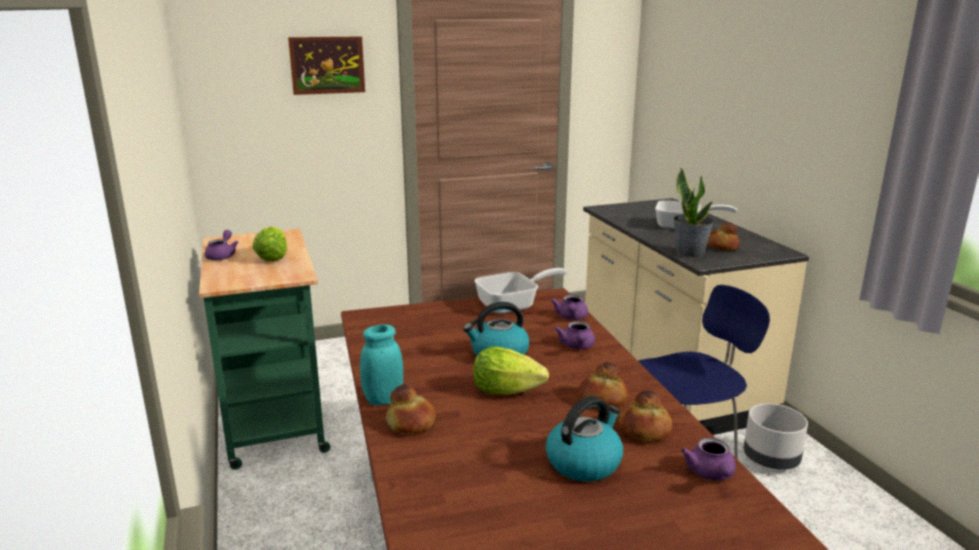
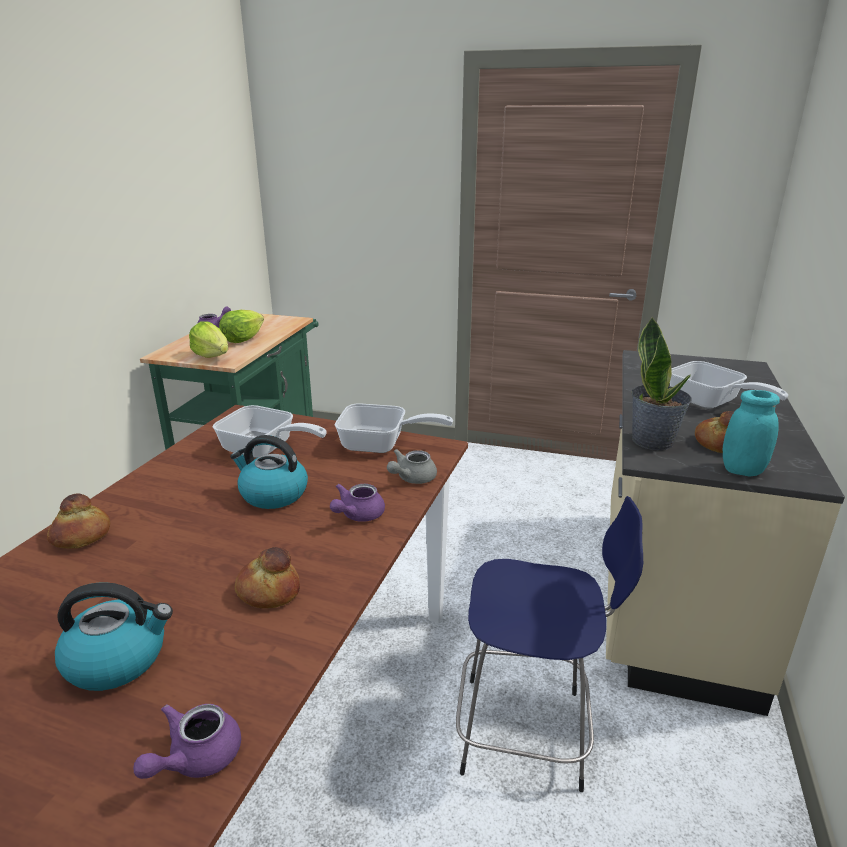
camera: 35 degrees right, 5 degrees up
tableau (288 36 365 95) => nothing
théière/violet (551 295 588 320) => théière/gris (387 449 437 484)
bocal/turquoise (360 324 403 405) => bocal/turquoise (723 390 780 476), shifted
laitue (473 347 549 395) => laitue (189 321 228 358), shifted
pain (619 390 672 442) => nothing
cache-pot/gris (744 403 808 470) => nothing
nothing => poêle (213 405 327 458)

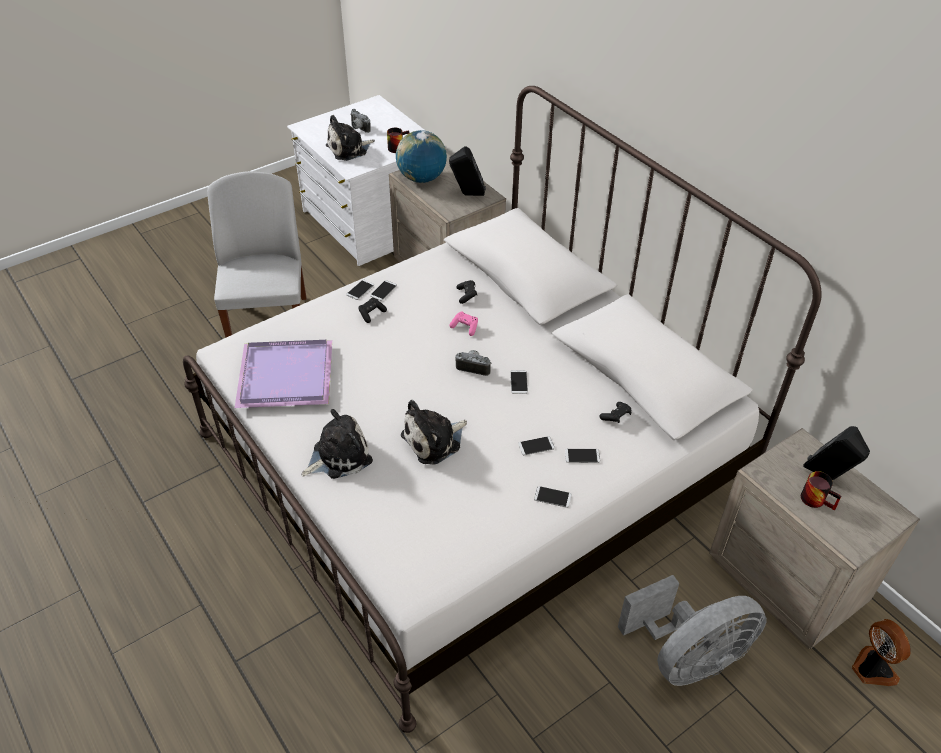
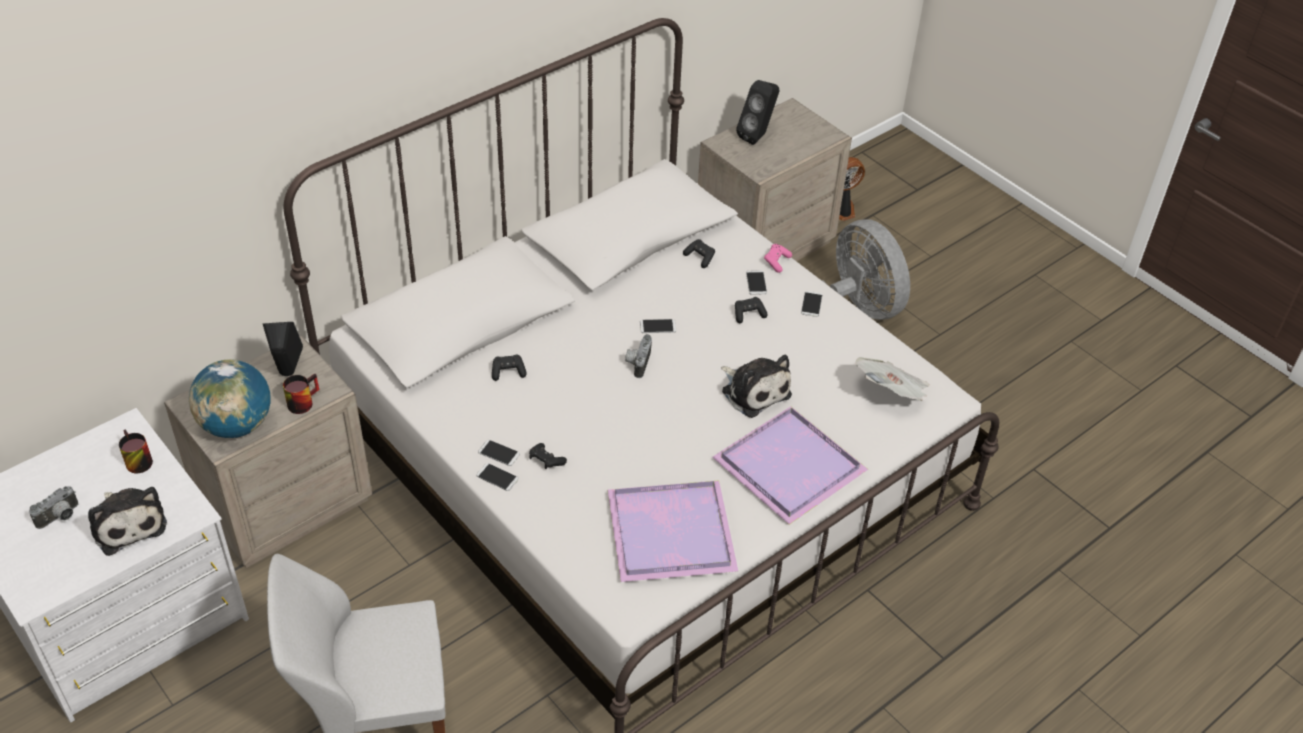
camera: 95 degrees left, 0 degrees up
manette/rose (449 311 478 336) => manette/rose (764 244 792 273), shifted
peluche (302 409 373 479) => plateau/violet (712 406 868 525)
téléphone (518 436 555 456) => manette/noir (735 297 767 324)
mug (801 471 842 510) => mug (283 373 319 414), shifted
nothing => journal (855 357 929 401)

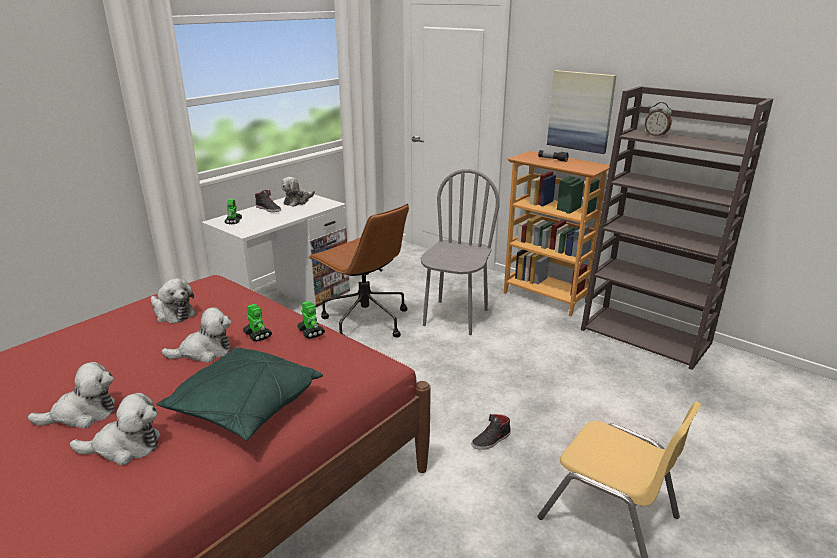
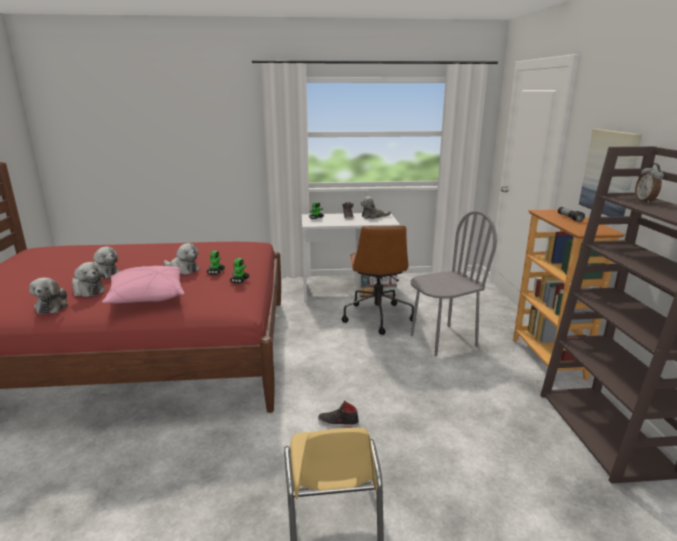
camera: 45 degrees right, 5 degrees down
peluche (151 278 196 323) => peluche (29 278 68 314), shifted
coussin/vert (156 347 323 441) => coussin/rose (102 266 184 303)

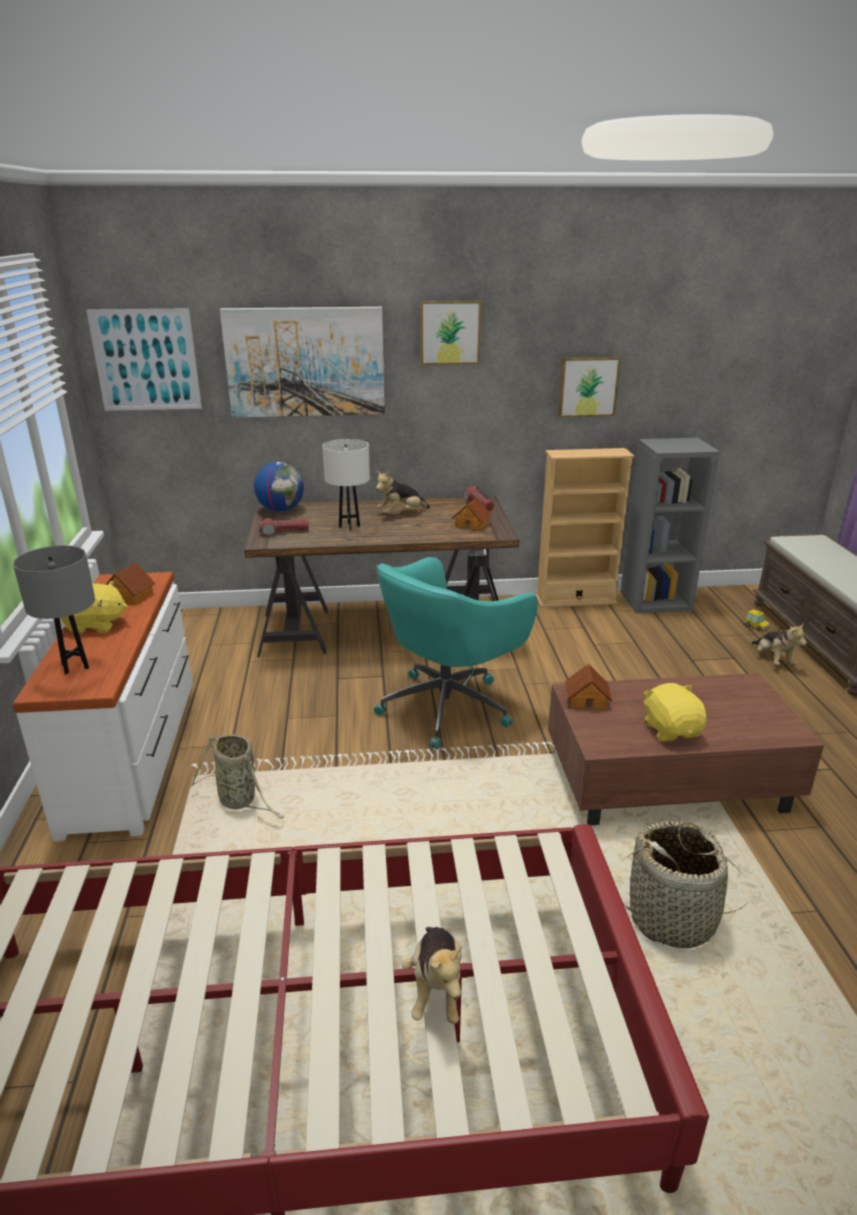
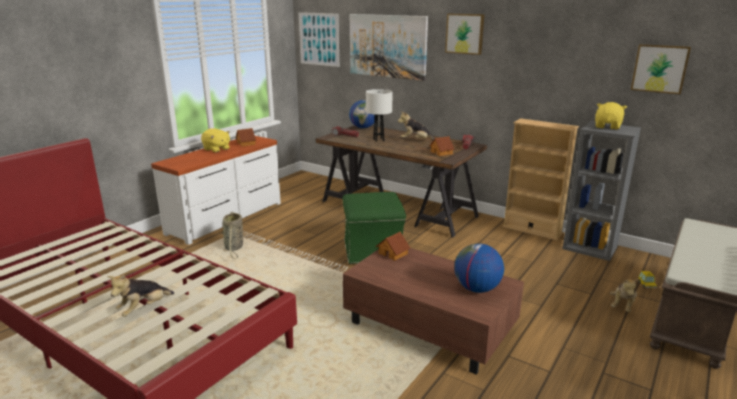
camera: 40 degrees right, 5 degrees down
tableau (558 357 621 417) => tableau (631 44 691 94), shifted
lampe de table/gris (13 545 95 675) => nothing
chaise de bureau/turquoise (374 557 538 750) => pouf/vert (343 192 406 264)
peluche/jaune (643 683 707 742) => peluche/jaune (595 102 627 130), shifted
panier (623 821 749 948) => nothing
nothing => globe (454 243 504 293)

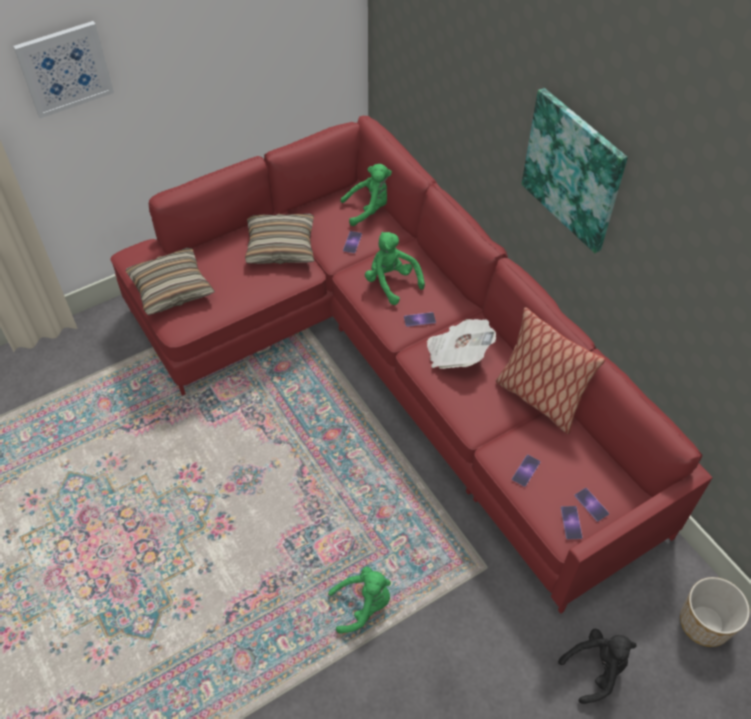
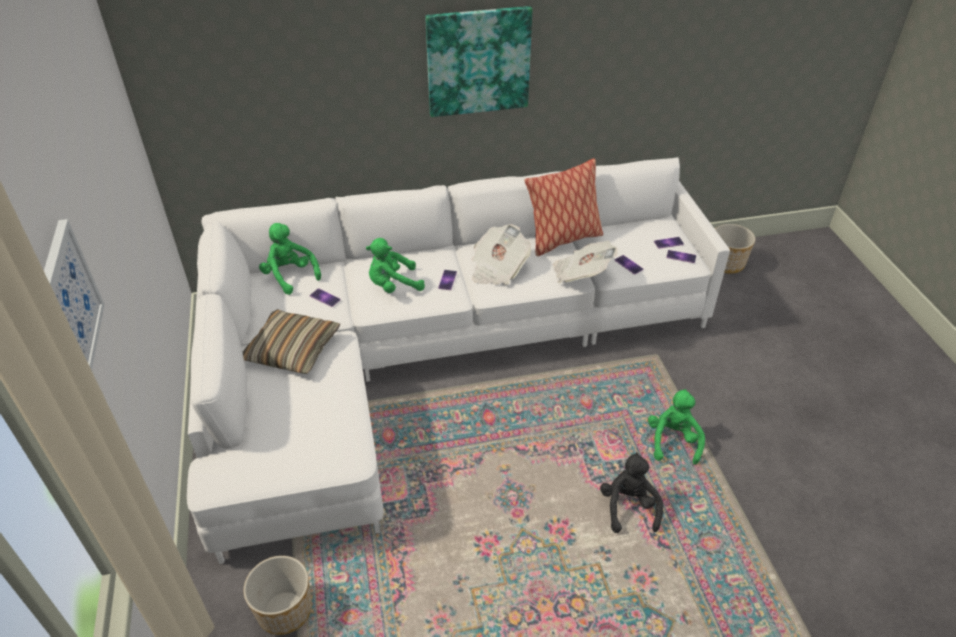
camera: 70 degrees left, 10 degrees down
canapé/rouge (110 115 712 614) => canapé/blanc (187 157 730 564)
peluche/vert (340 164 392 226) => peluche/vert (259 223 321 295), 45 degrees counterclockwise
coussin (126 248 215 315) => nothing
peluche/noir (558 629 636 704) => peluche/noir (600 452 663 533), shifted
nothing => journal (553 241 617 283)
nothing => cache-pot (243 556 312 635)

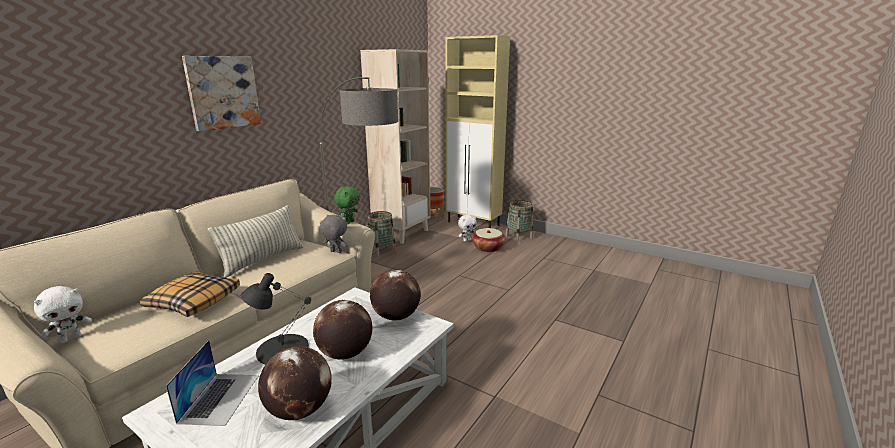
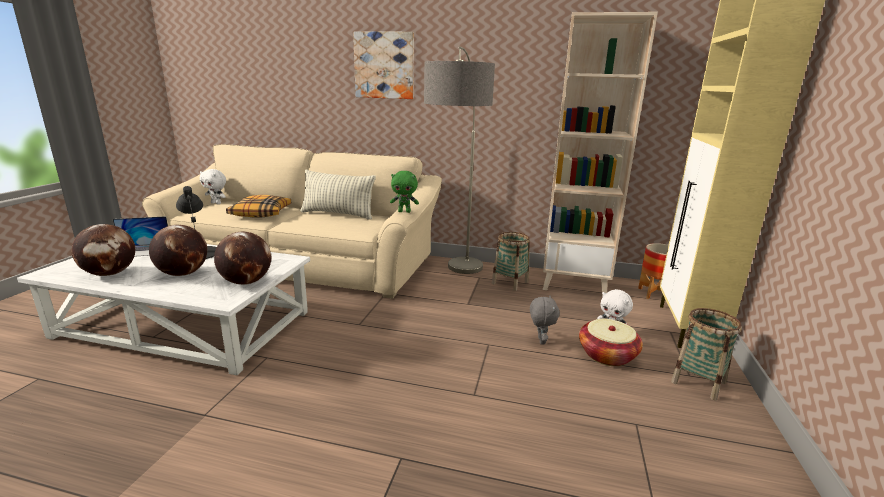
camera: 70 degrees right, 0 degrees up
peluche/gris (320 215 348 253) => peluche/gris (530 296 560 345), shifted

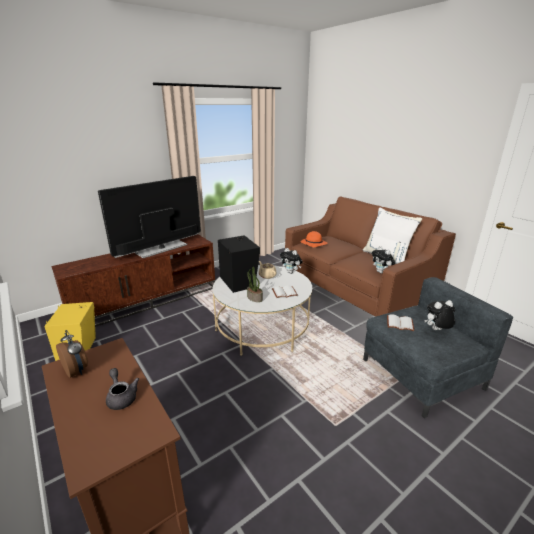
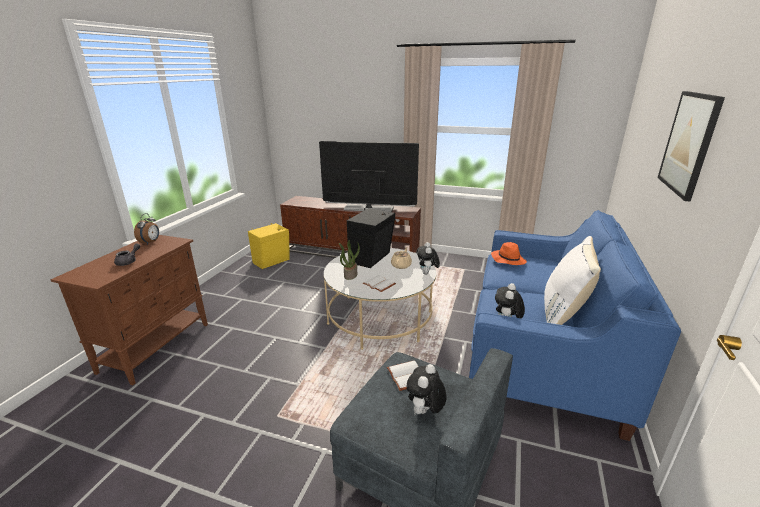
camera: 55 degrees right, 0 degrees up
canapé/marron (285 197 456 317) => canapé/bleu (469 210 681 441)
peluche (424 300 455 330) => peluche (407 364 447 414), 105 degrees counterclockwise
nothing => tableau (657 91 725 202)

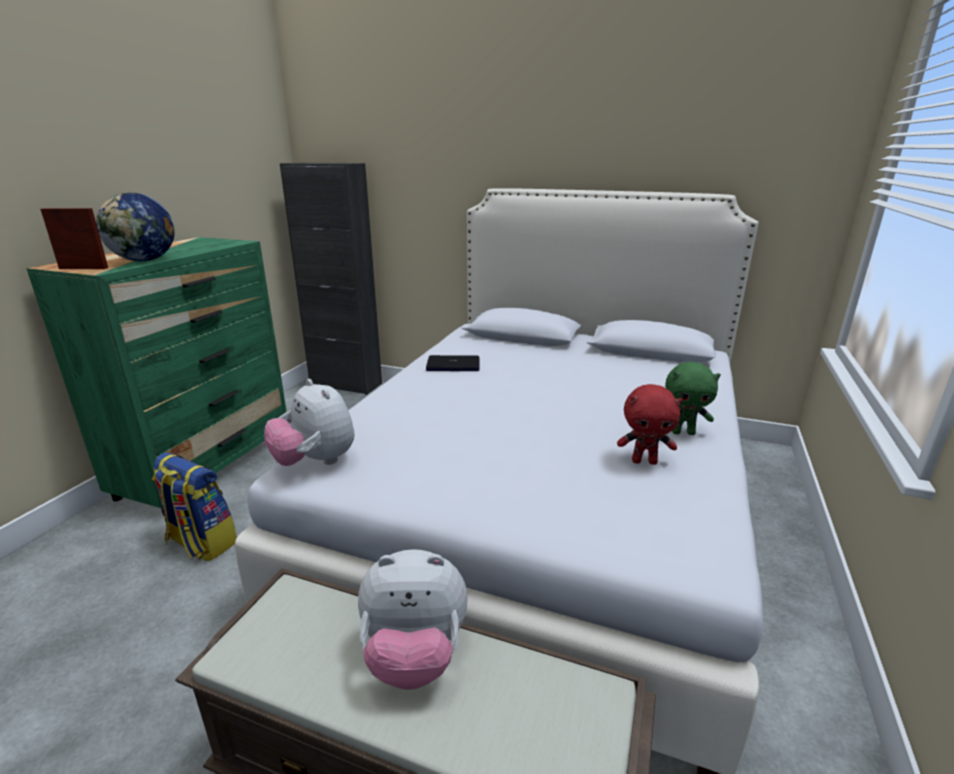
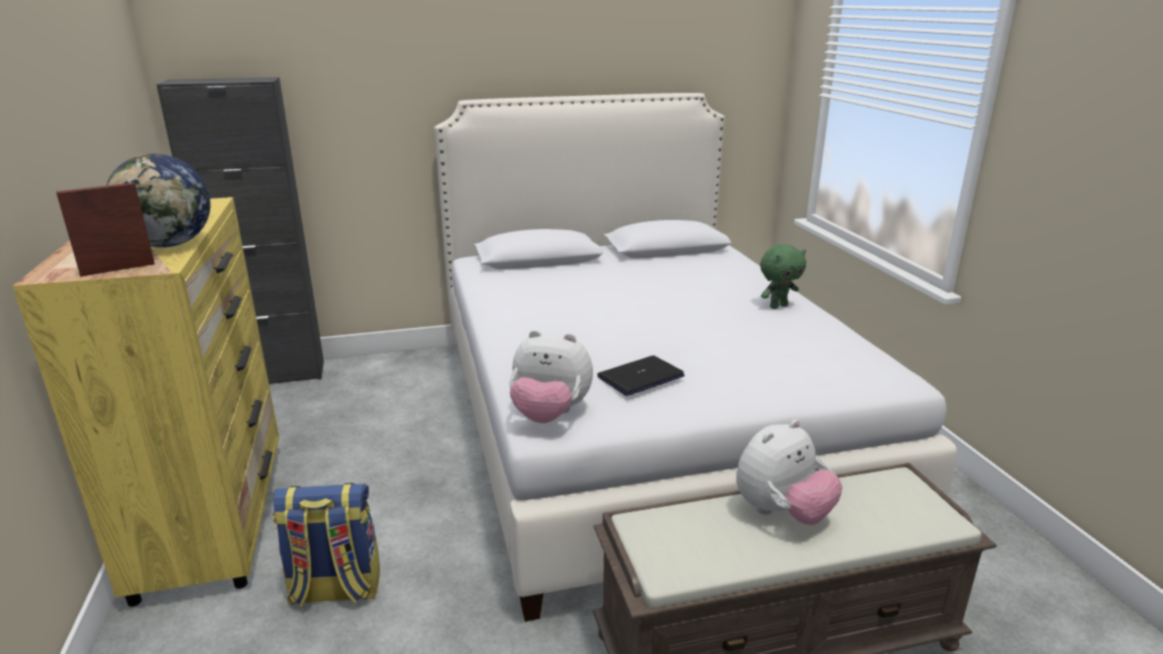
camera: 35 degrees left, 0 degrees up
commode/vert (26 237 287 516) => commode/jaune (13 197 279 607)
ordinateur portable (426 355 480 371) => ordinateur portable (597 355 685 396), shifted
peluche/rouge (617 384 683 465) => nothing

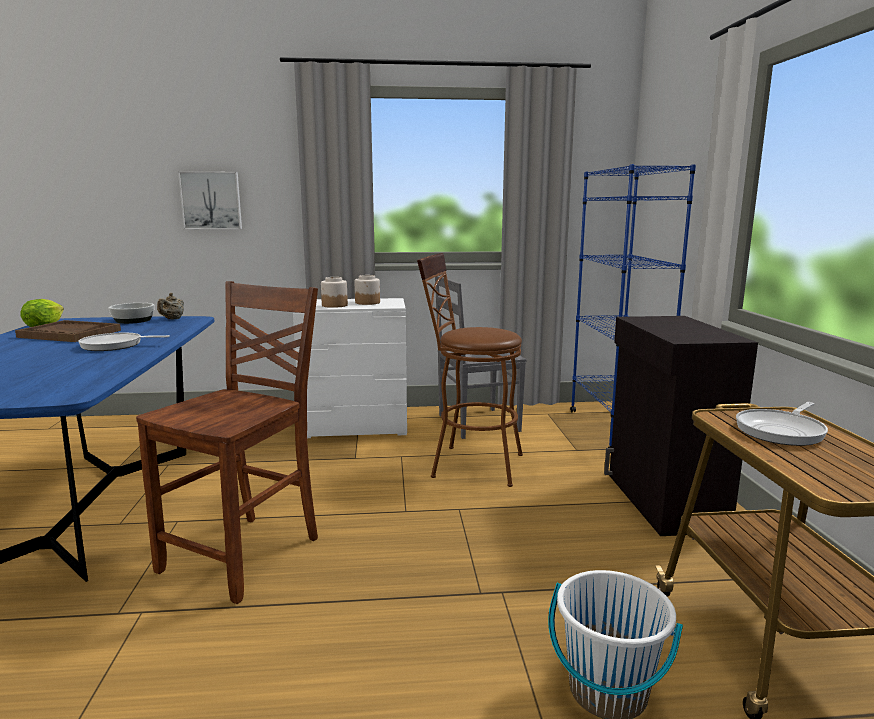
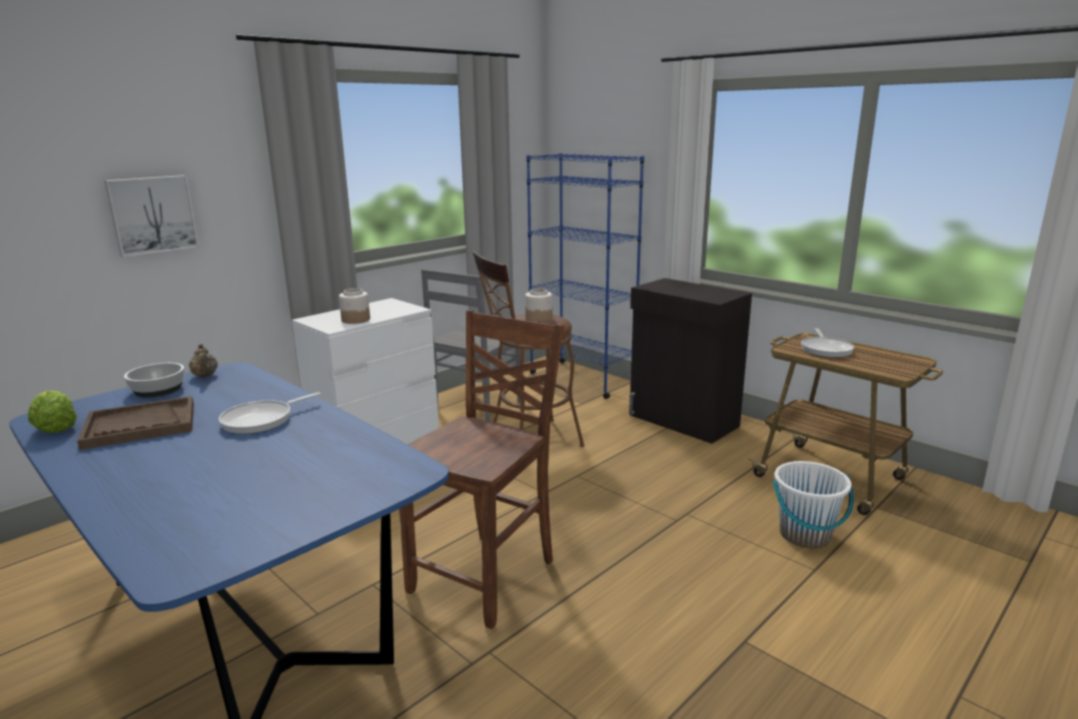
camera: 40 degrees left, 5 degrees up
bocal (354 275 380 305) => bocal (525 288 552 322), shifted
chaise/marron (136 281 318 604) => chaise/marron (399 310 564 629), 45 degrees clockwise

